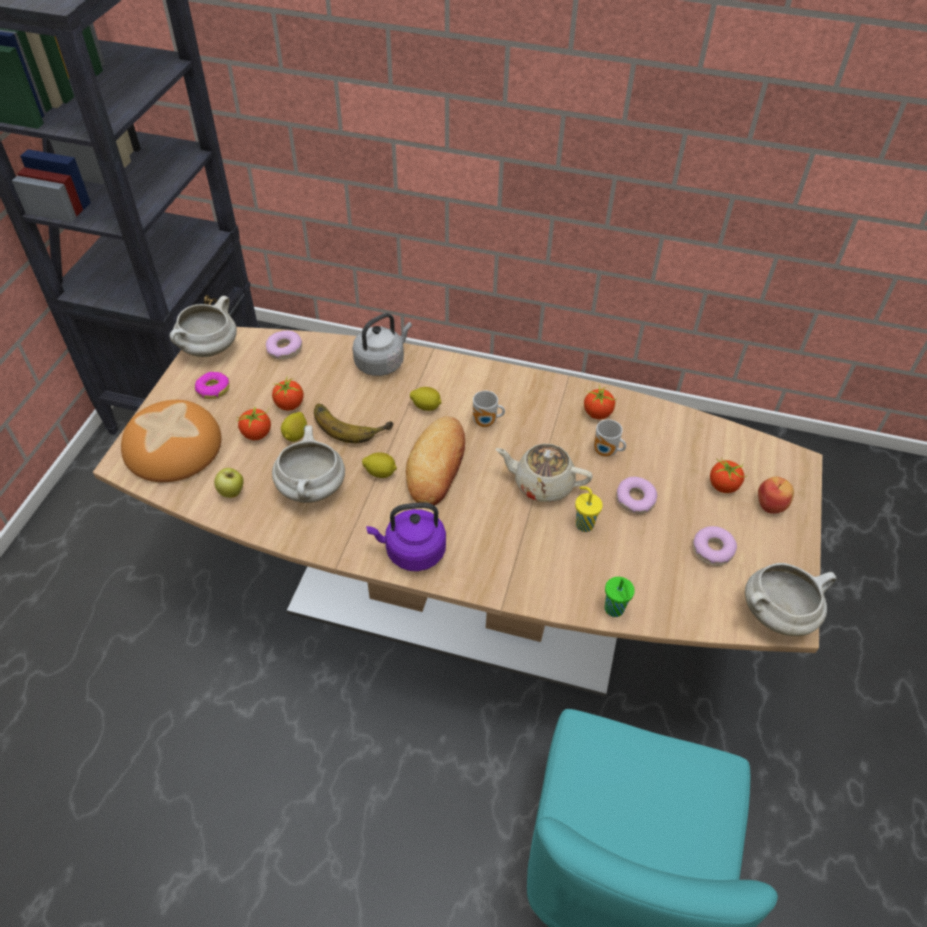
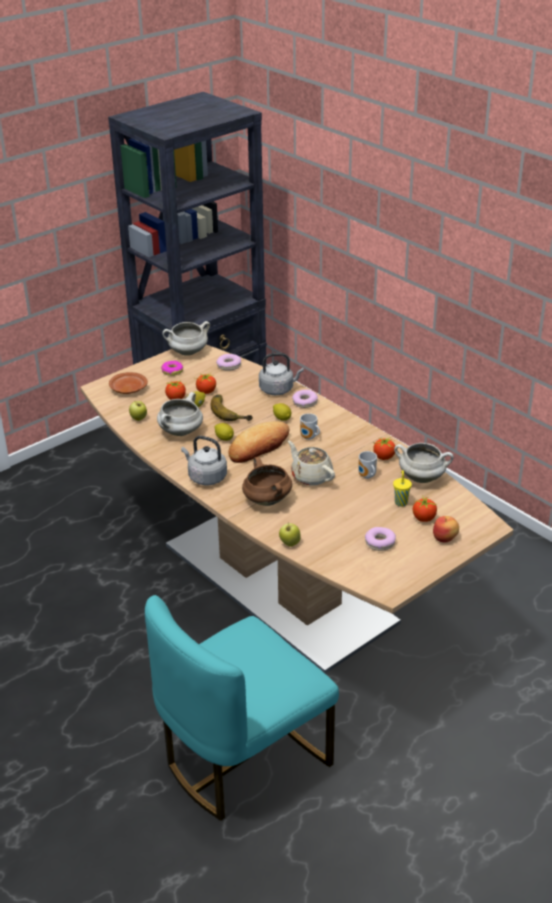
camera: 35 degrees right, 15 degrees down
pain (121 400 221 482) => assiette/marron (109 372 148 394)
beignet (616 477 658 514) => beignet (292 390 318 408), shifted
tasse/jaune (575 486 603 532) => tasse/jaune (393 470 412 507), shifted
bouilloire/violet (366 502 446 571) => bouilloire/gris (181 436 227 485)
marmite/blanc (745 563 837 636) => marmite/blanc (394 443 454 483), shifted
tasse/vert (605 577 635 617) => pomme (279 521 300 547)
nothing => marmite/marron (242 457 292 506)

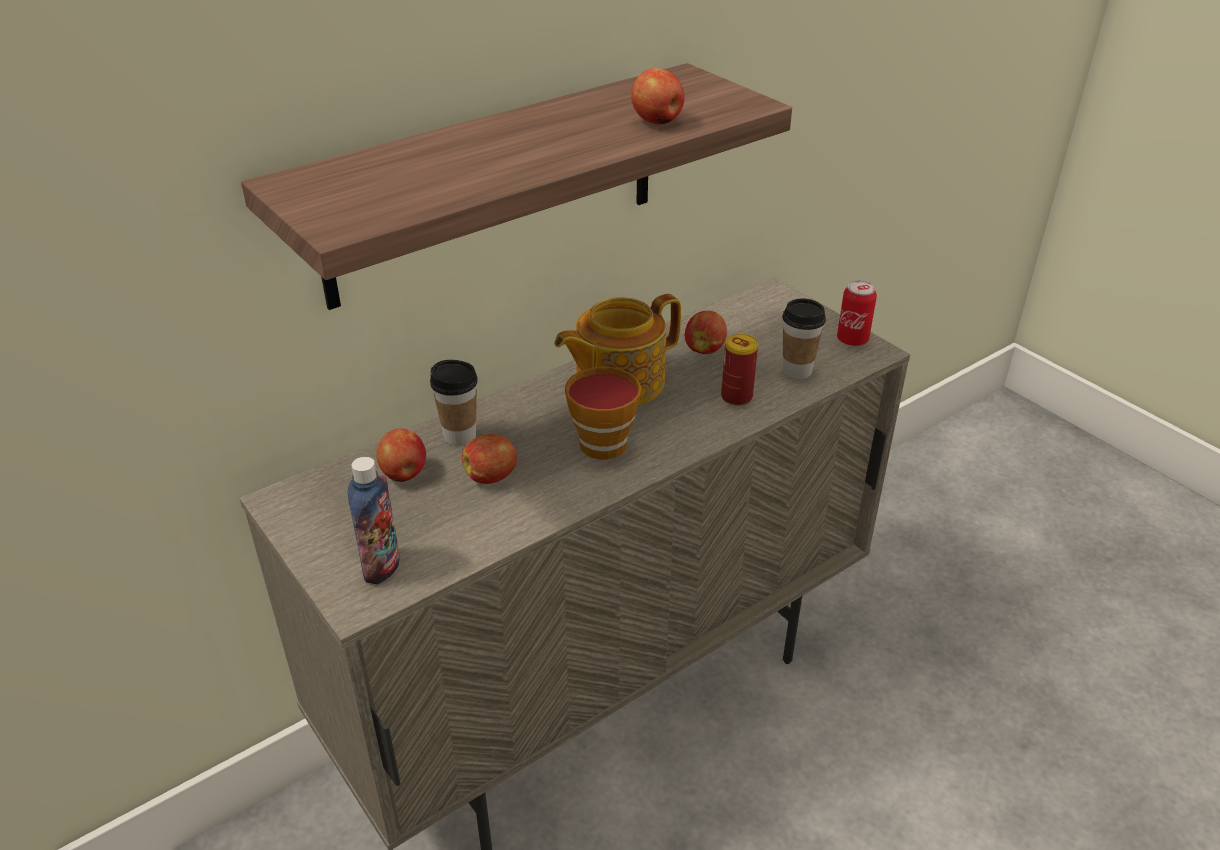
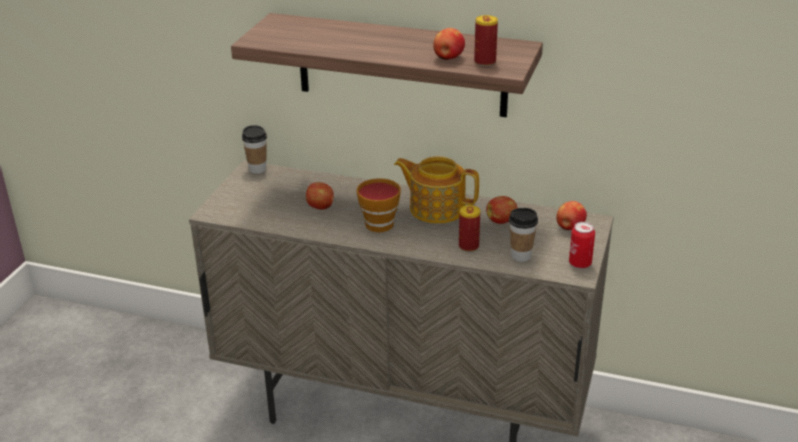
camera: 55 degrees right, 5 degrees down
tasse (430 360 478 446) => tasse (242 125 267 174), shifted
pomme (376 428 426 482) => pomme (556 201 587 230), shifted
bouteille (348 457 400 585) => nothing
nothing => boîte métallique (474 15 498 66)

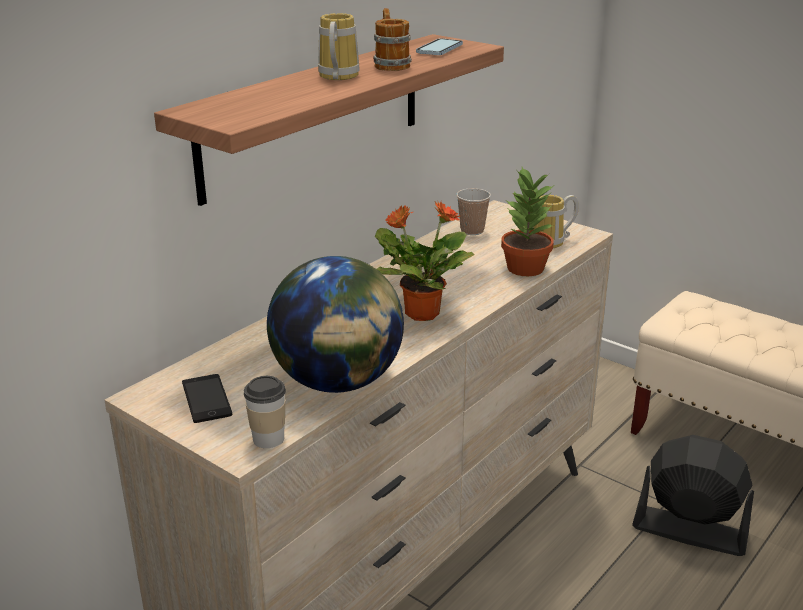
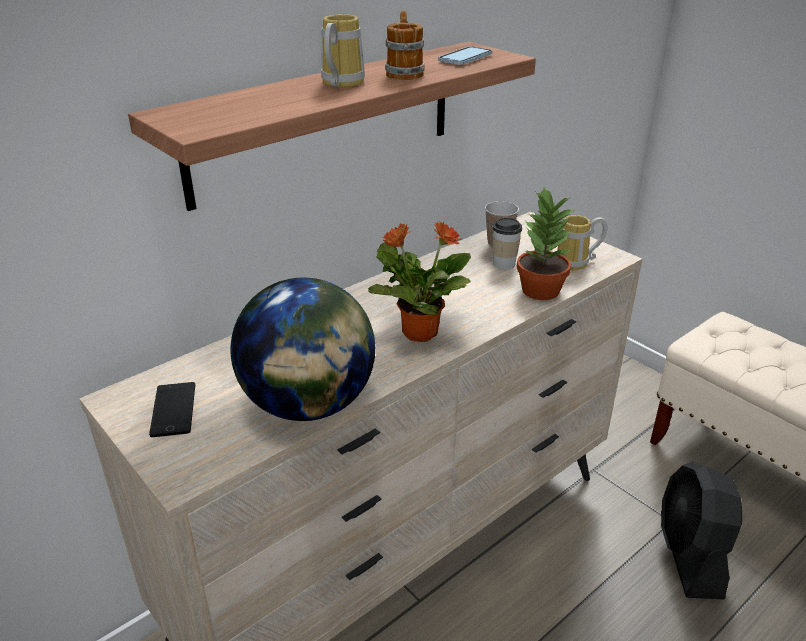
camera: 10 degrees right, 5 degrees up
tasse (244 376 286 448) => tasse (492 218 522 270), shifted
ventilateur/noir (632 435 754 556) => ventilateur/noir (661 461 742 600), 120 degrees counterclockwise

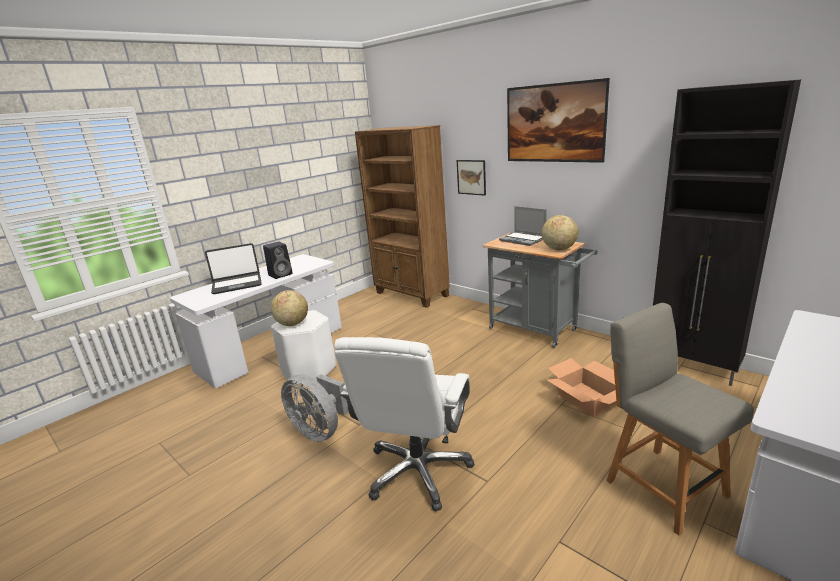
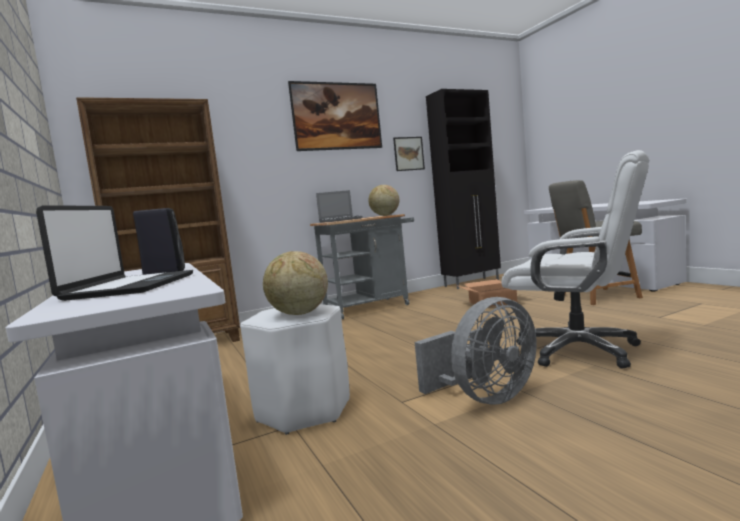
camera: 70 degrees left, 15 degrees down
tableau (457 160 486 196) => tableau (393 137 425 171), shifted

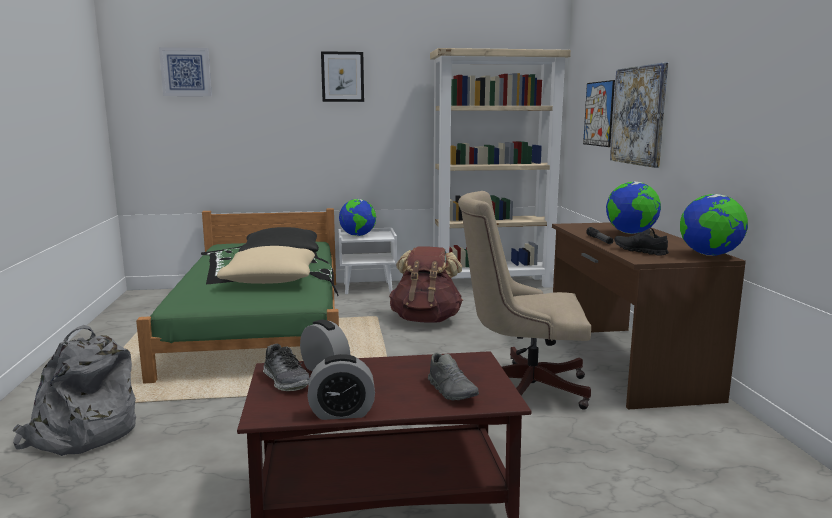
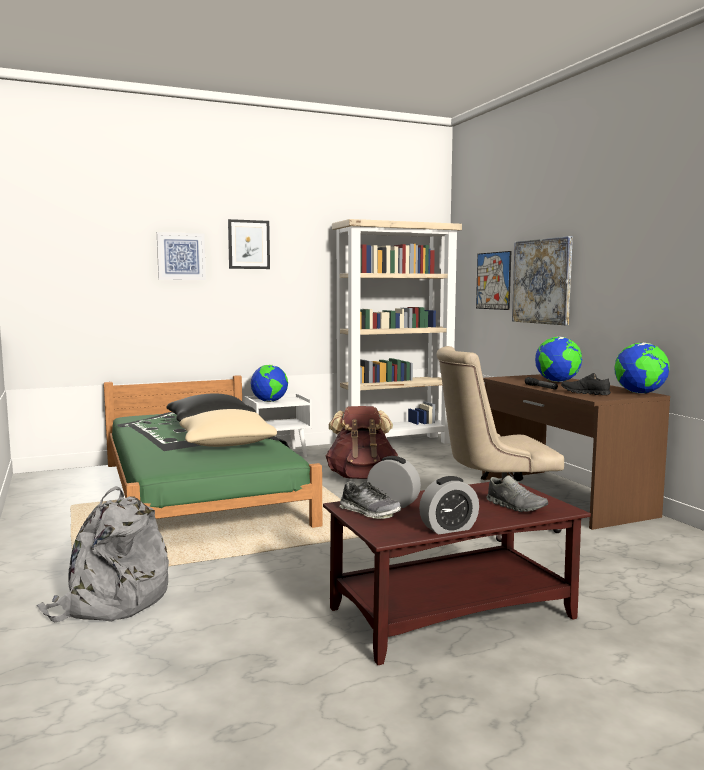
camera: 15 degrees left, 5 degrees down
tableau (159 47 212 96) => tableau (157 232 206 280), shifted

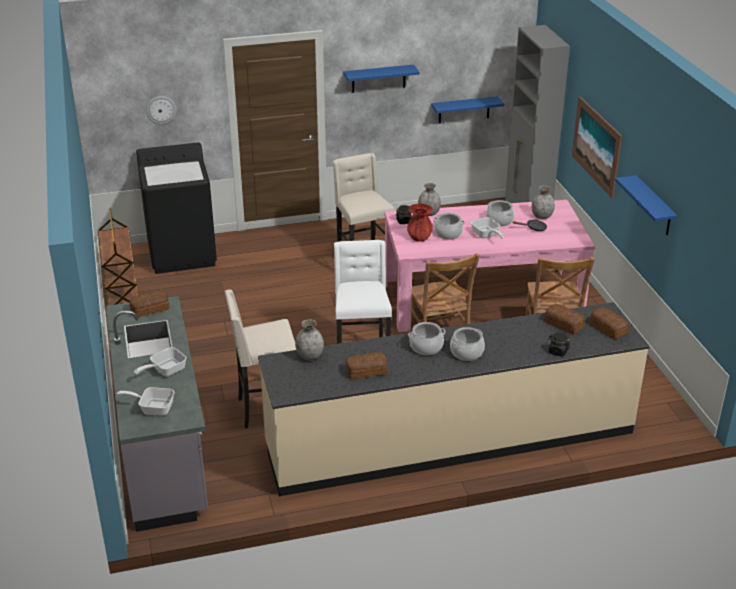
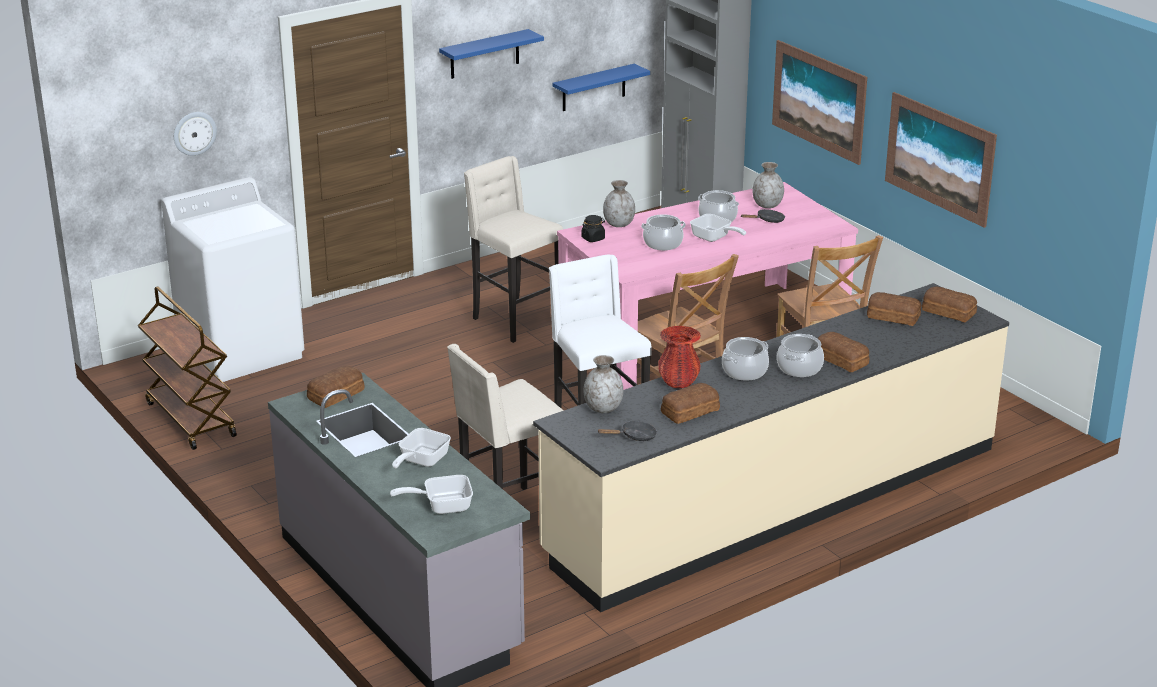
camera: 20 degrees left, 5 degrees down
lave-linge/noir (136 143 217 274) => lave-linge/blanc (161 177 304 382)
étagère/bleu (615 175 677 235) => tableau (885 92 997 228)
vase/rouge (407 203 433 242) => vase/rouge (658 326 701 388), shifted
bocal/noir (548 332 570 357) => nothing
nothing => pain (818 332 869 372)
nothing => poêle/noir (597 420 657 441)

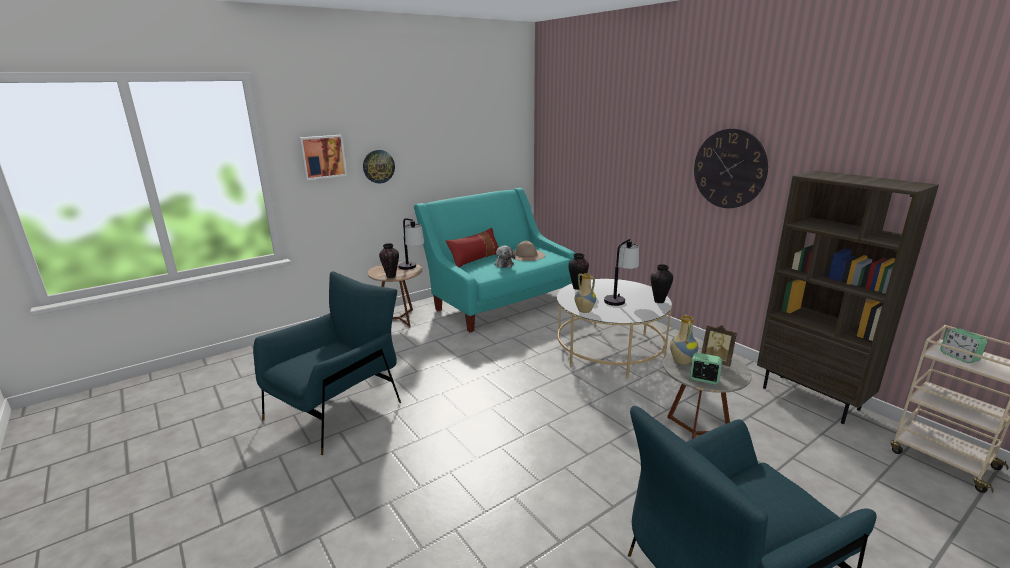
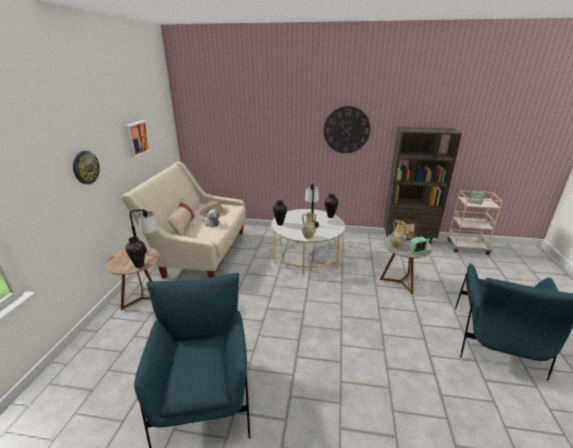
camera: 45 degrees left, 5 degrees up
tableau (299 135 347 180) => tableau (125 120 151 158), shifted
canapé/turquoise (414 188 575 332) => canapé/beige (121 162 246 279)
coussin/rouge (446 228 499 267) => coussin/beige (167 198 195 236)

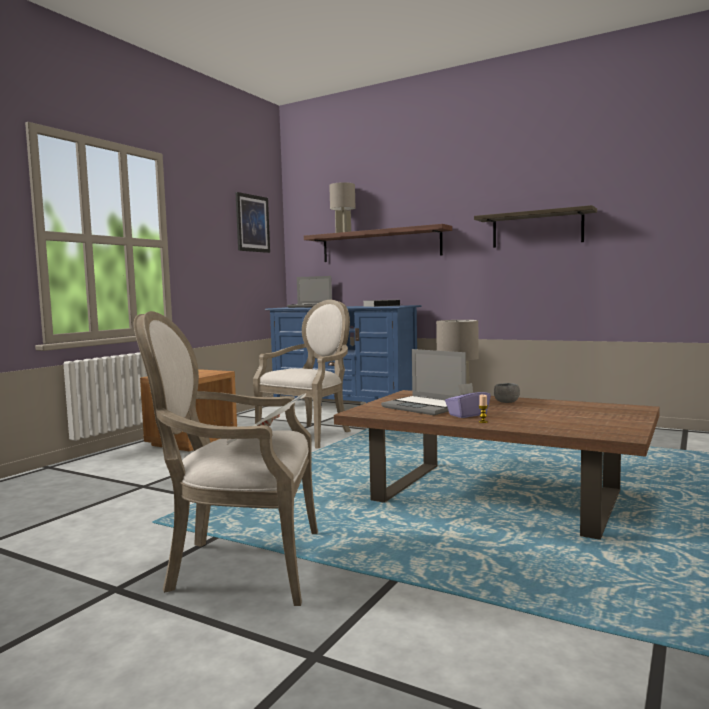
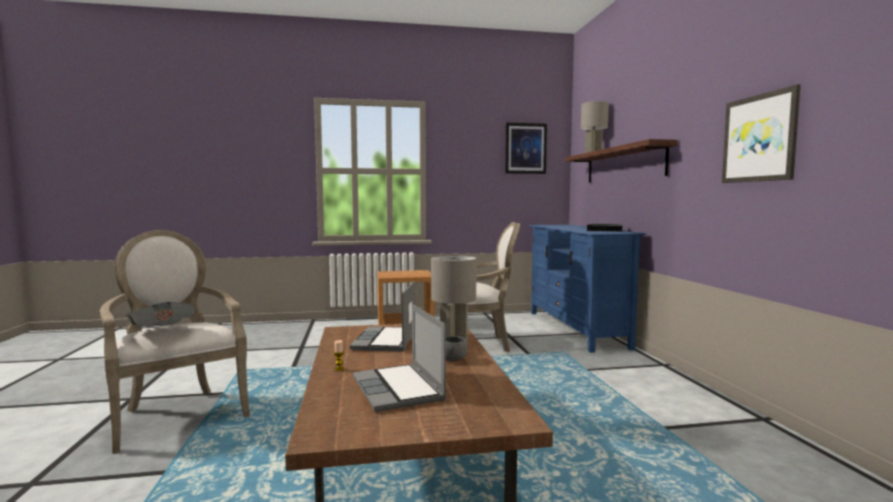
camera: 50 degrees right, 0 degrees up
étagère (474 205 597 248) => tableau (722 84 801 183)
ordinateur portable (287 276 332 308) => ordinateur portable (353 304 446 412), shifted
boîte à mouchoirs/violet (445 383 491 418) => nothing

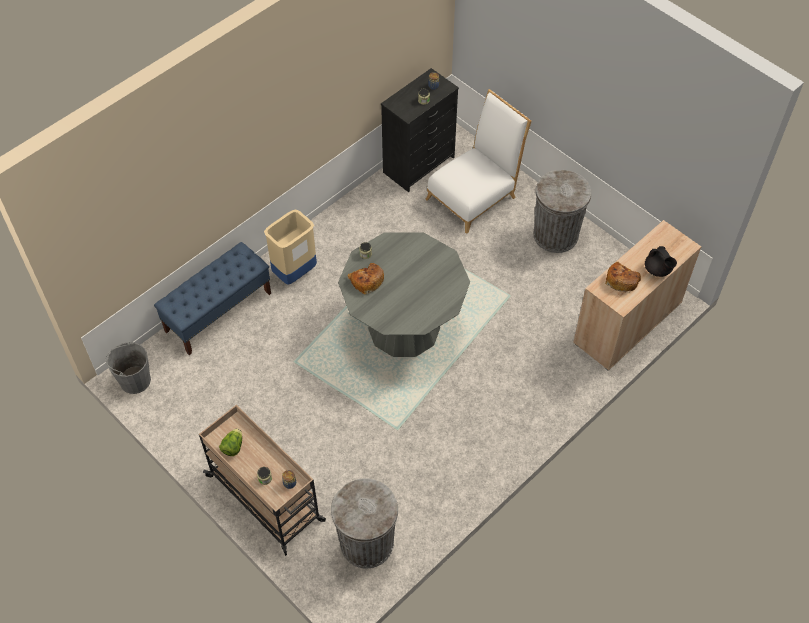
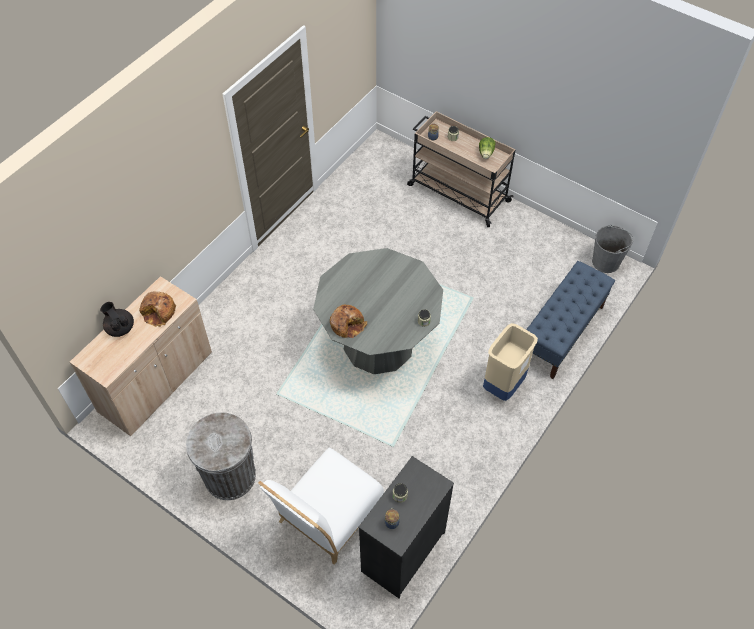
camera: 170 degrees right, 0 degrees up
pain (348 263 384 294) => pain (330 305 367 338), shifted
poubelle/gris (331 479 398 568) => nothing

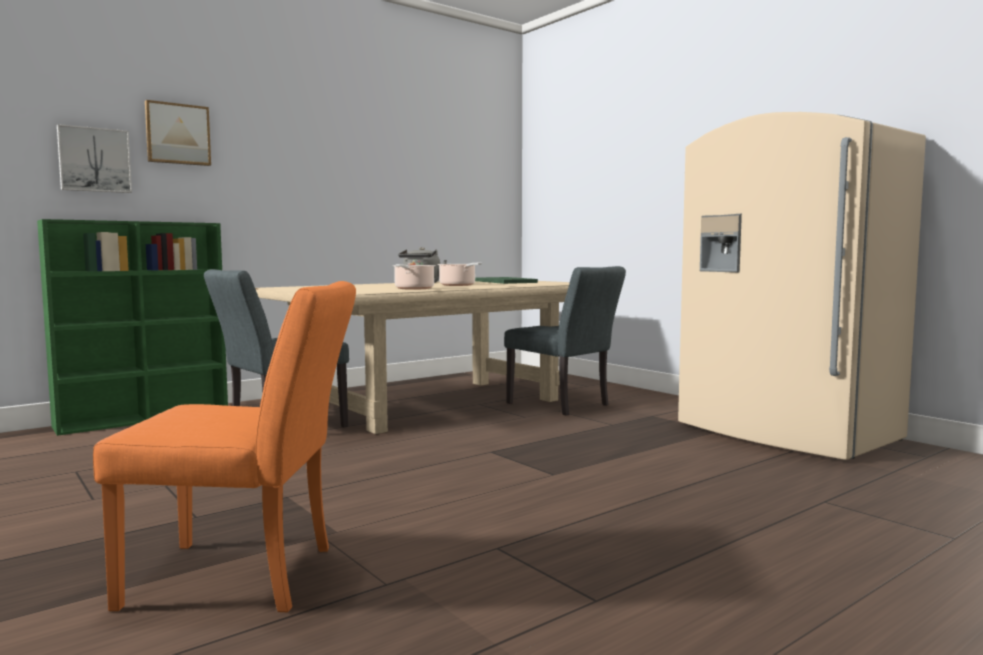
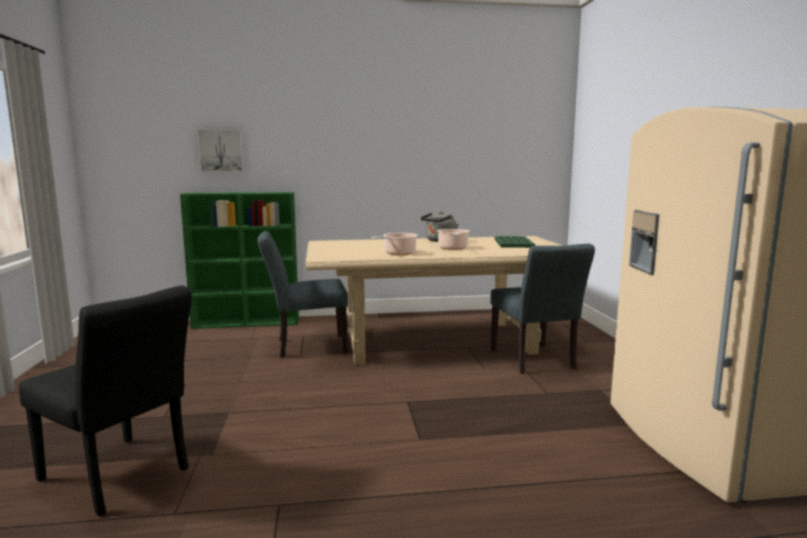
camera: 30 degrees right, 5 degrees up
tableau (145 100 211 166) => nothing
chaise/orange (93 281 356 612) => chaise/noir (19 286 192 516)

